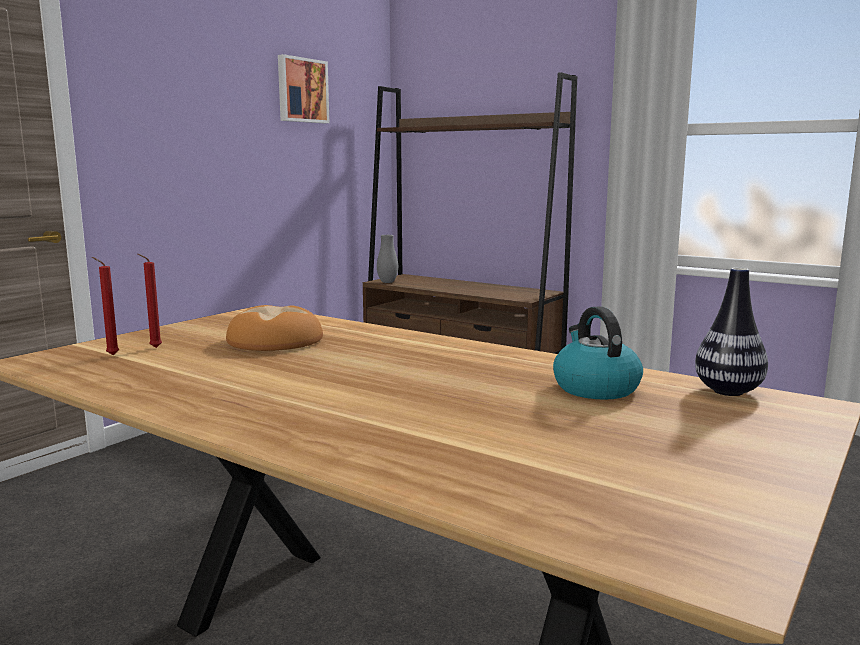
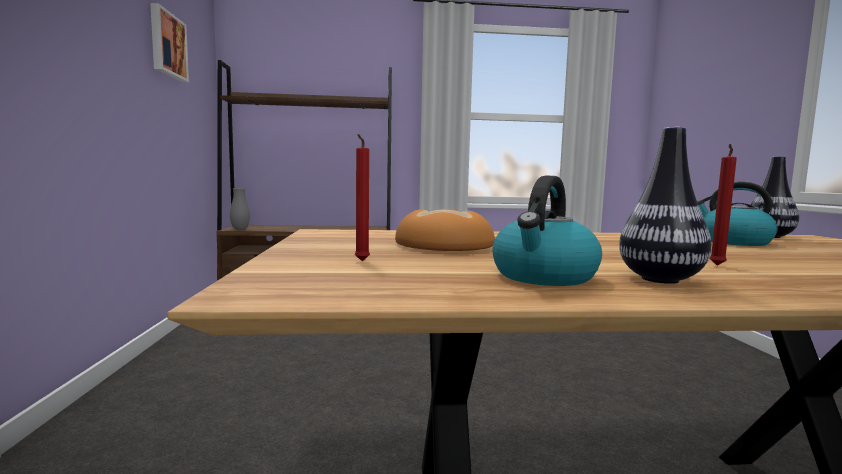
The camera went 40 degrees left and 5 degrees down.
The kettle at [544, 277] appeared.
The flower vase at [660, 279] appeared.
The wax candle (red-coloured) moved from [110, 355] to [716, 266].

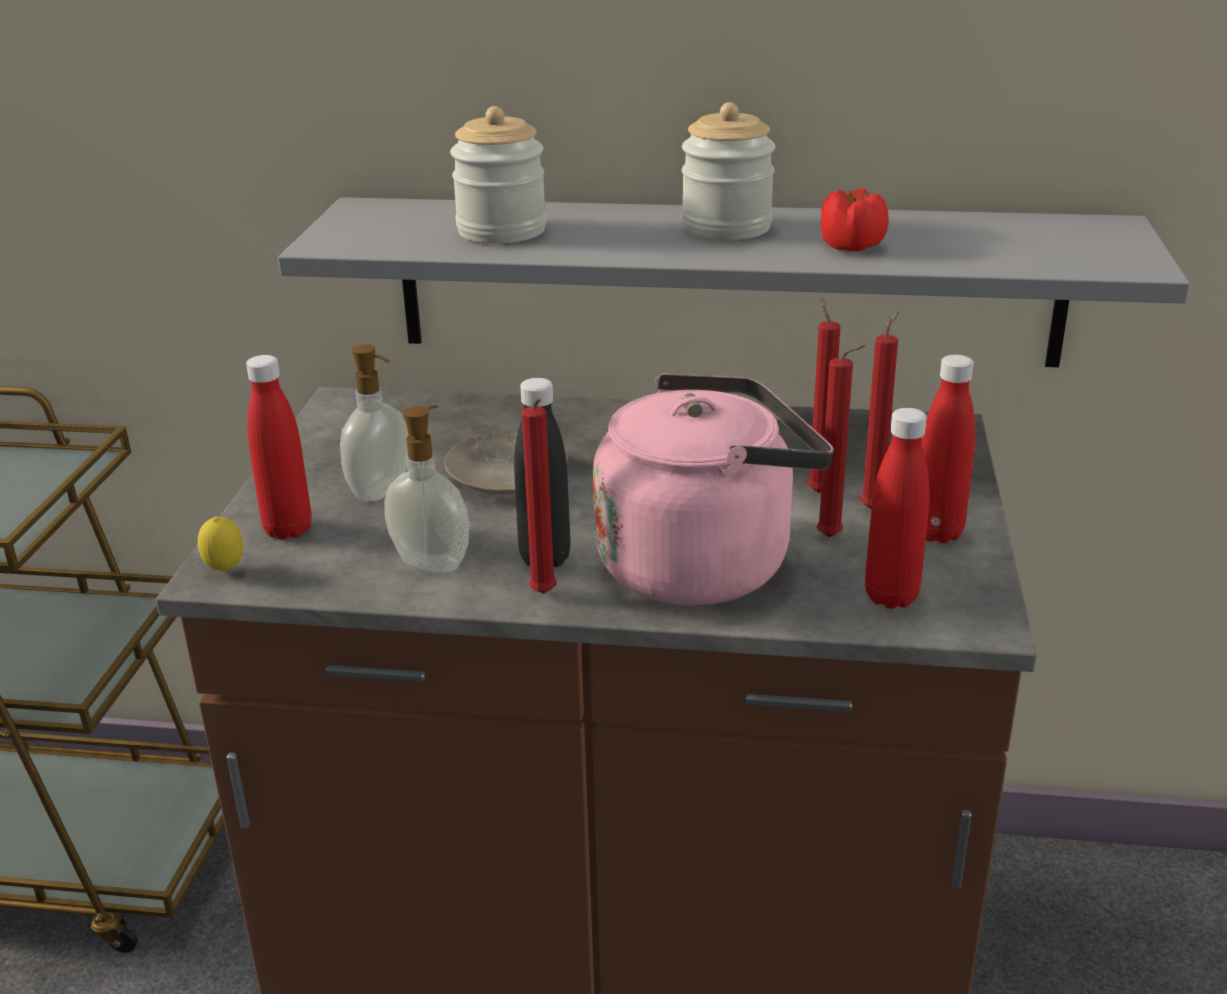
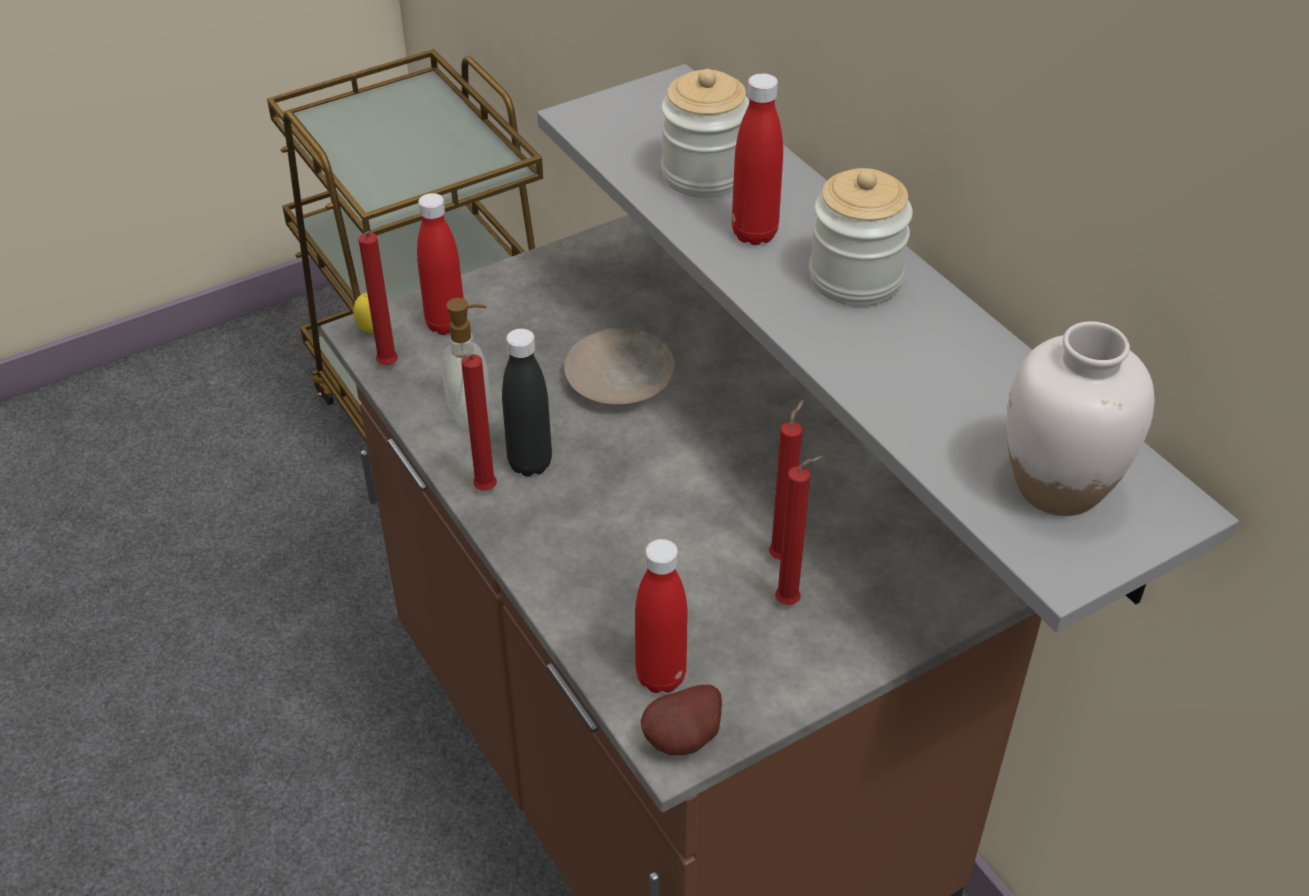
The camera went 50 degrees right and 15 degrees up.
The wax candle (red-coloured) moved from [833, 538] to [387, 367].
The whole potato at [686, 740] appeared.
The beverage bottle (red-coloured) moved from [937, 533] to [754, 234].
The flower vase (whitish) at [1057, 487] appeared.
The soap dispenser at [382, 491] disappeared.
The kettle (pinkish) at [704, 563] disappeared.
The fresh tomato at [850, 246] disappeared.

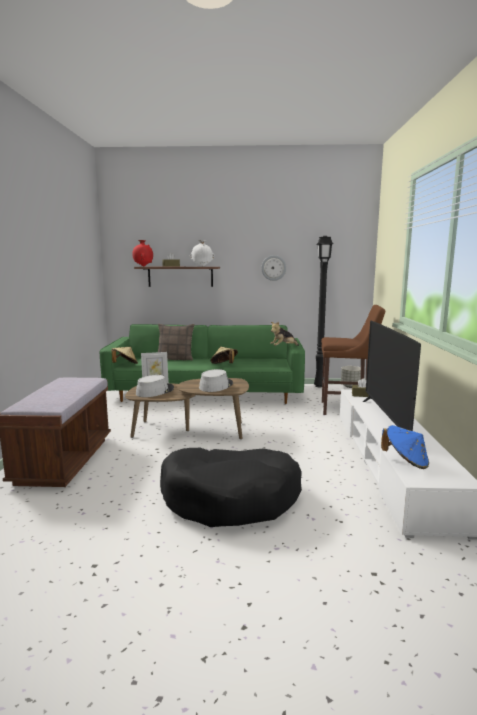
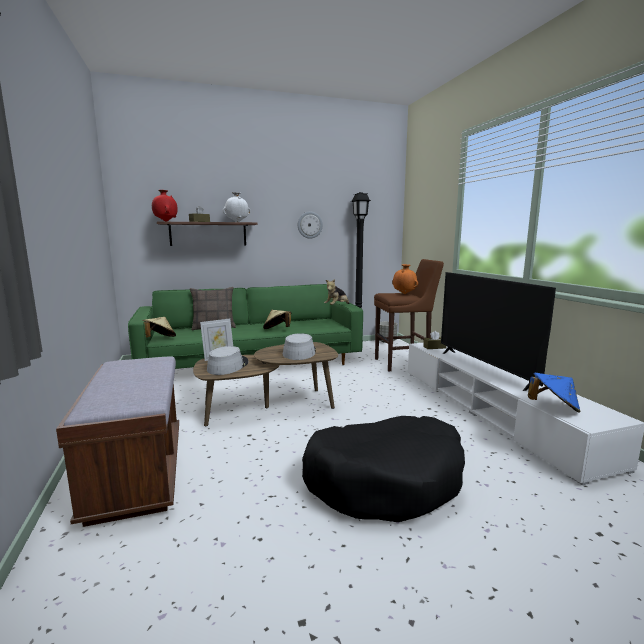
The camera went 20 degrees left and 0 degrees up.
The flower vase (orange) at [404, 294] appeared.

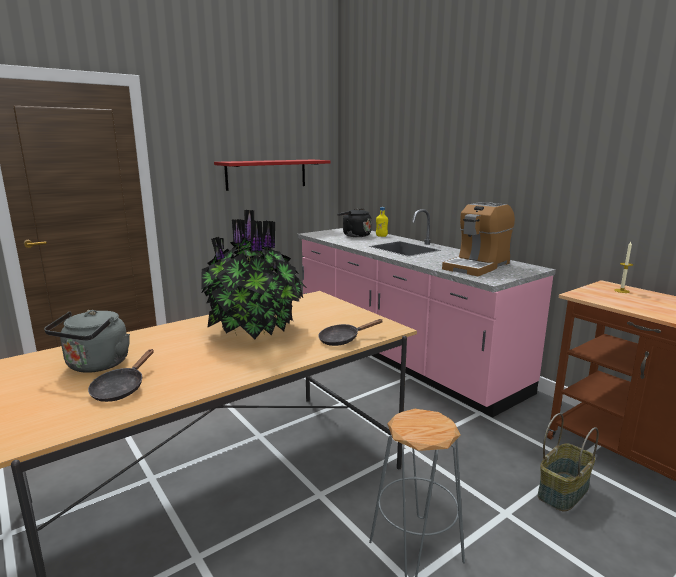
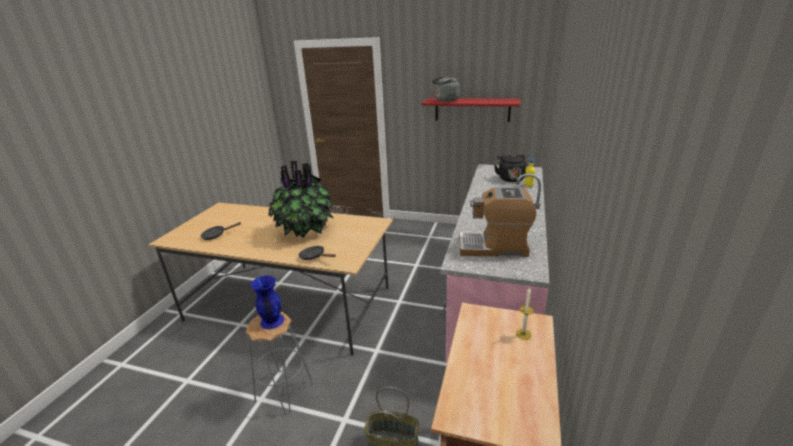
The camera went 55 degrees right and 10 degrees up.
The flower vase (blue-coloured) at [271, 321] appeared.
The kettle (greyish) moved from [96, 366] to [446, 100].

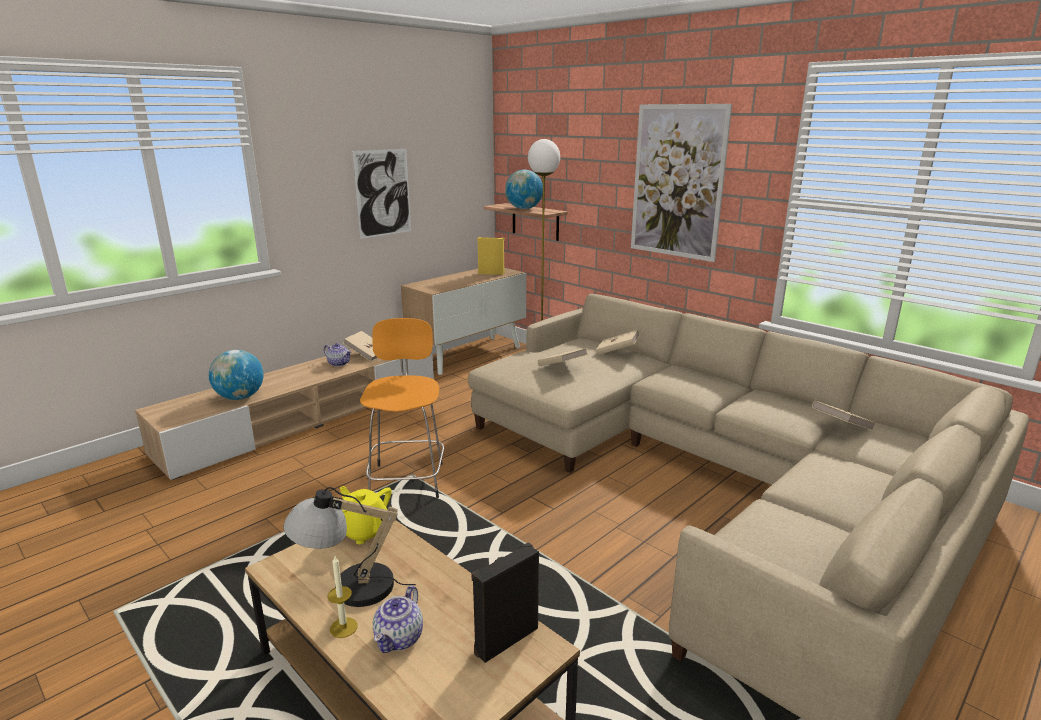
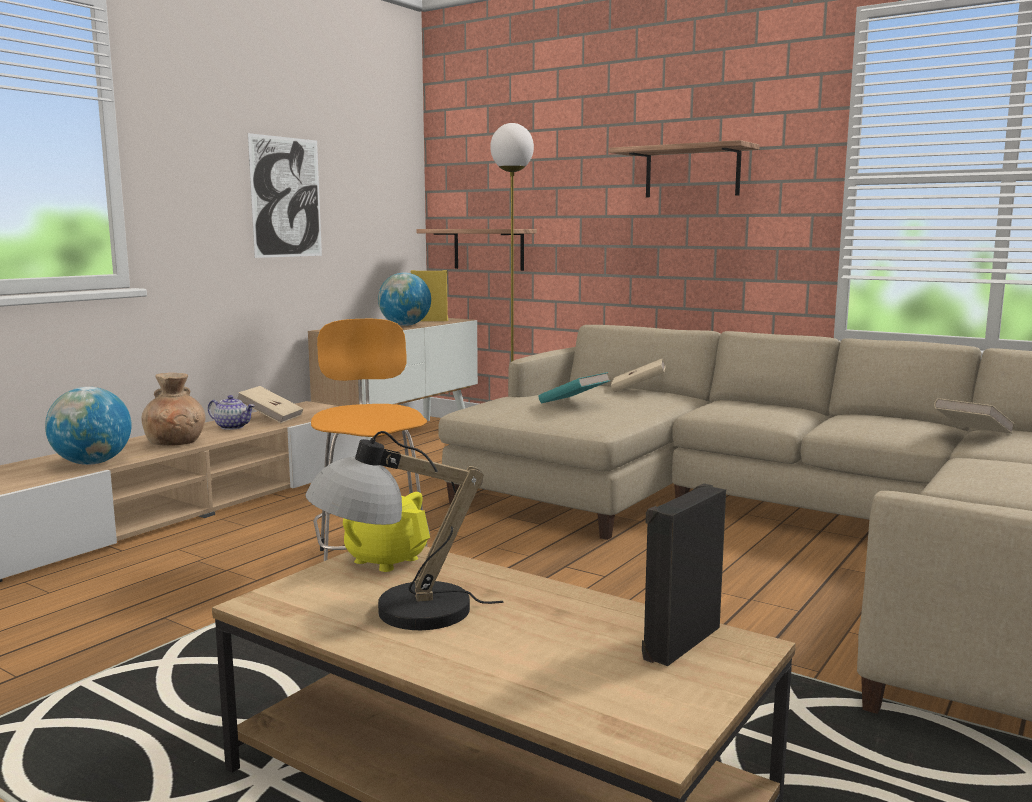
The camera went 10 degrees left and 10 degrees down.
The flower vase (brownish) at [175, 443] appeared.
The desk globe moved from [524, 209] to [405, 325].
The volume (beige) at [562, 367] became the volume (turquoise-coloured) at [573, 403].
The wall art at [677, 182] was replaced by the wall shelf at [692, 172].
The wax candle at [343, 627] disappeared.
The teapot at [399, 639] disappeared.

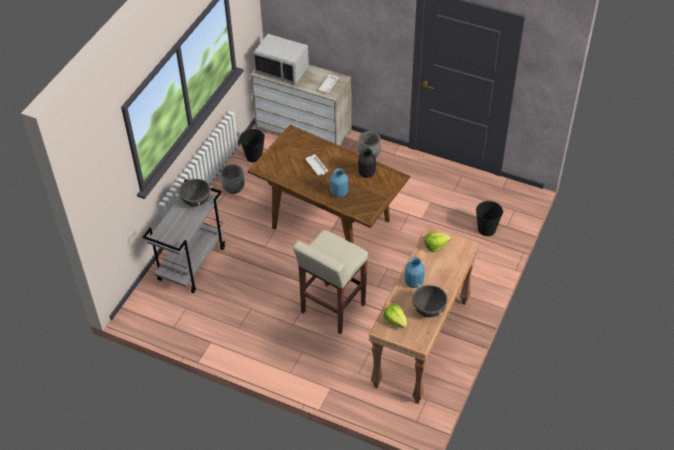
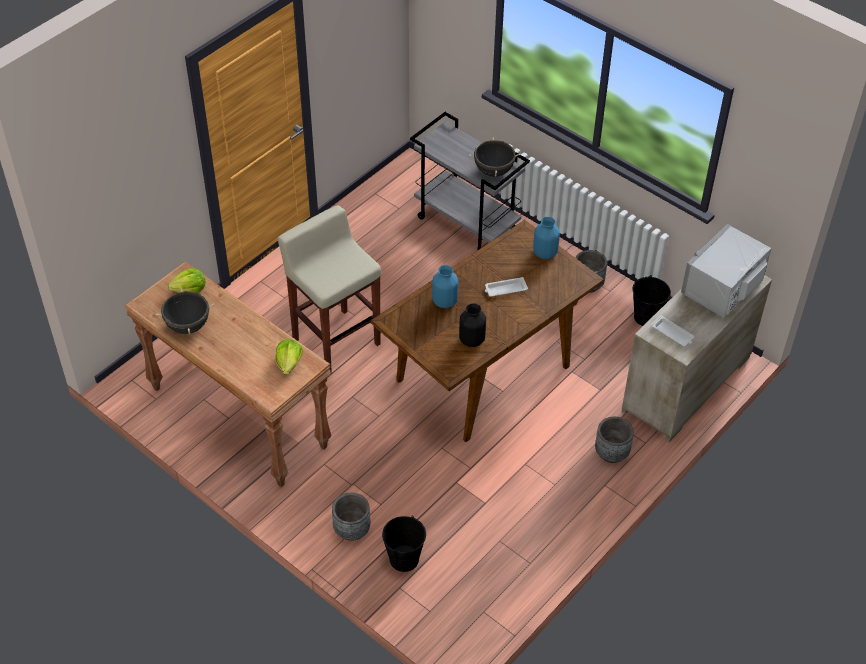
The camera went 105 degrees right and 0 degrees up.
The plant pot (greyish) at [351, 529] appeared.
The flower vase (blue-coloured) moved from [414, 282] to [544, 253].

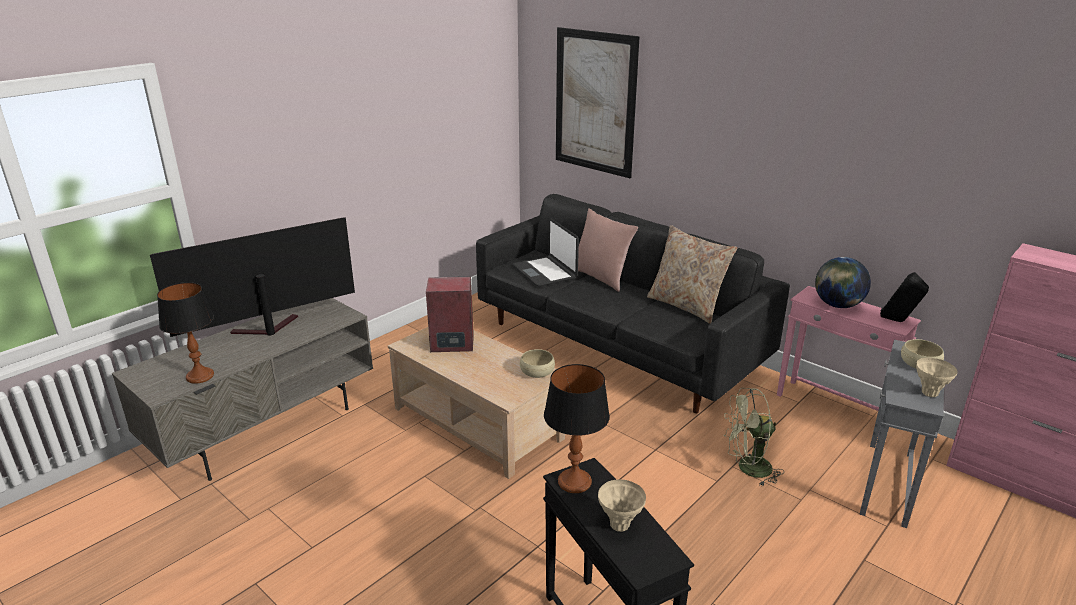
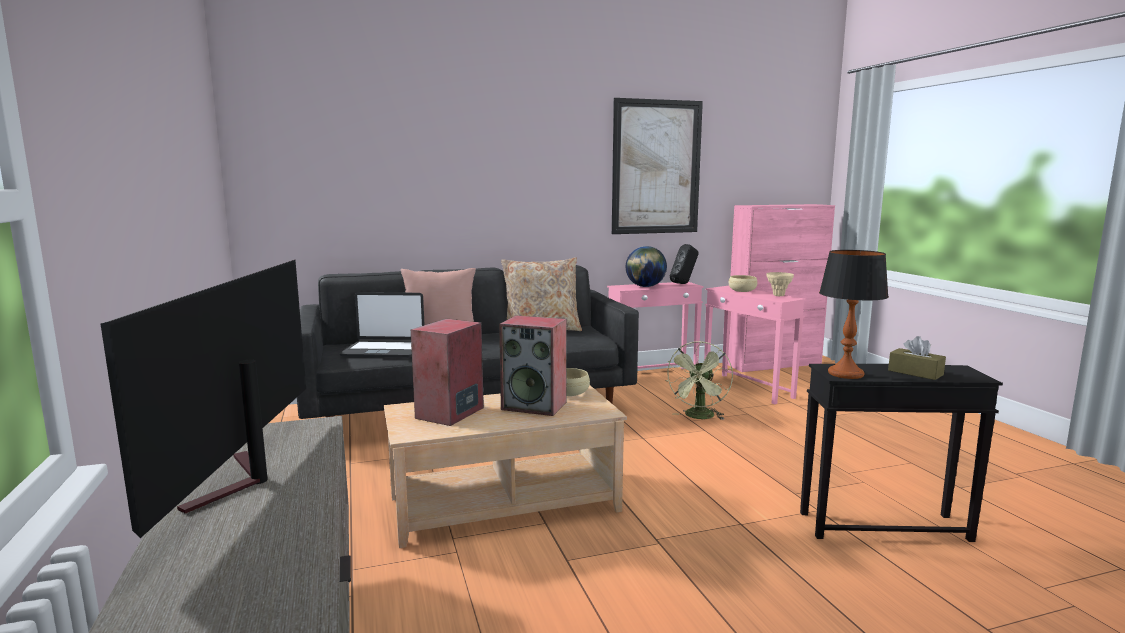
The camera went 60 degrees left and 15 degrees down.
The speaker at [535, 405] appeared.
The wall art moved from [594, 102] to [656, 167].
The end table (greyish) at [886, 483] became the end table (pinkish) at [747, 389].
The flower vase (beige) at [620, 526] was replaced by the box of tissues (brownish) at [915, 373].
The lamp for a table at [199, 376] disappeared.

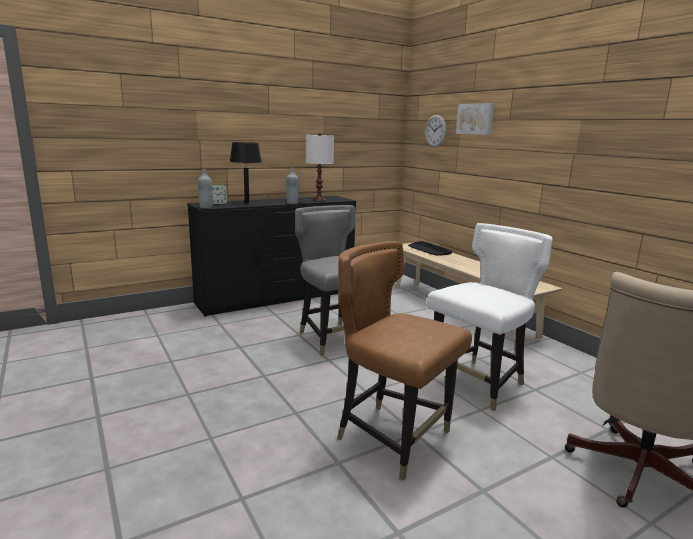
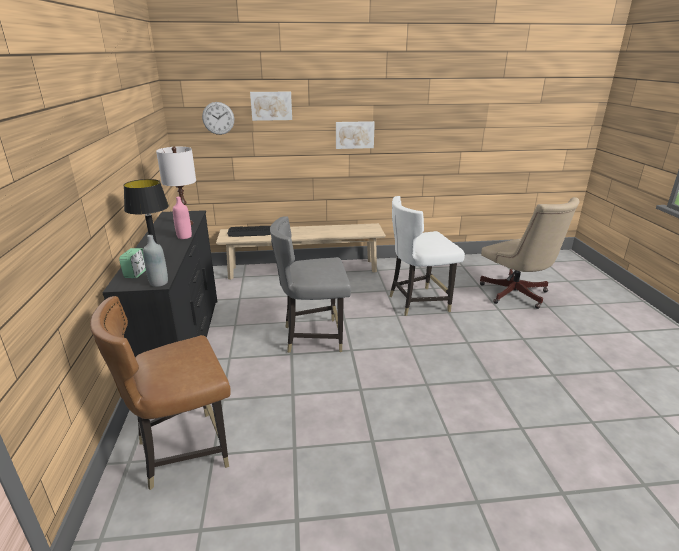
The camera went 65 degrees left and 10 degrees up.
The chair (brownish) moved from [393, 438] to [183, 450].
The beverage bottle (greyish) at [292, 202] became the beverage bottle (pinkish) at [184, 236].
The wall art at [354, 134] appeared.
The chair (whitish) at [478, 383] turned 90 degrees counterclockwise.

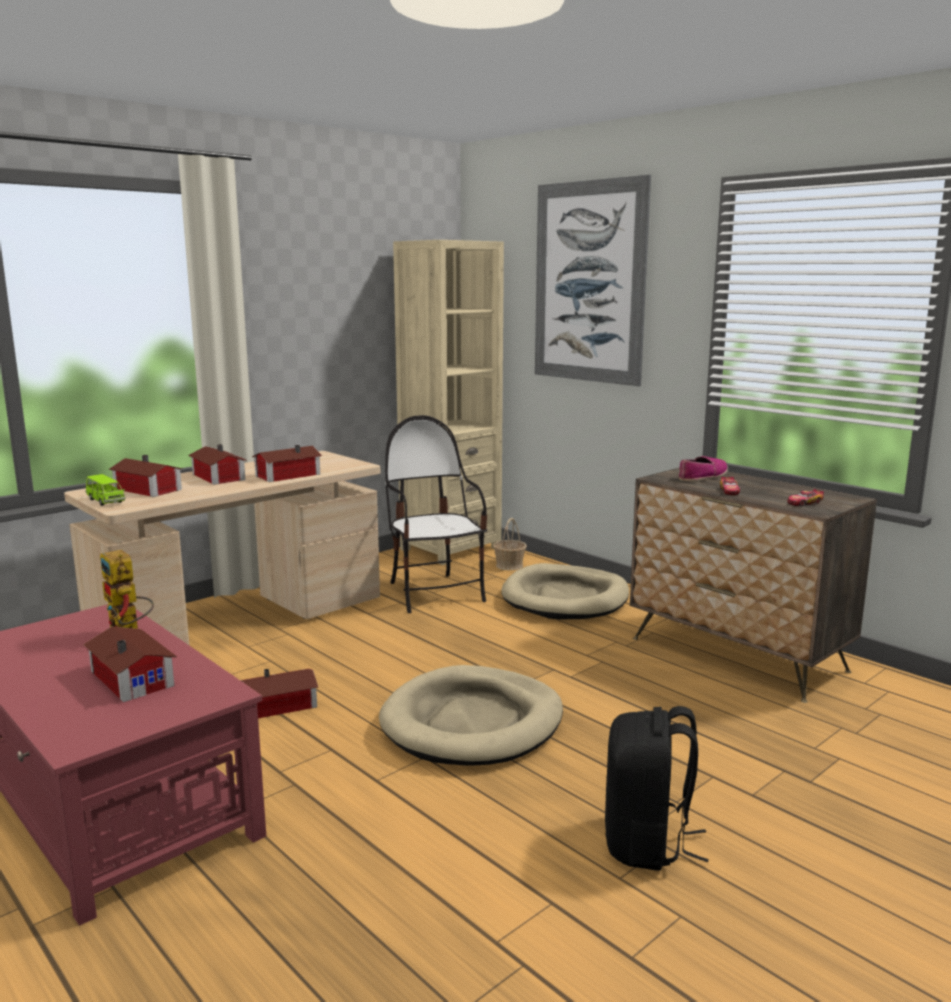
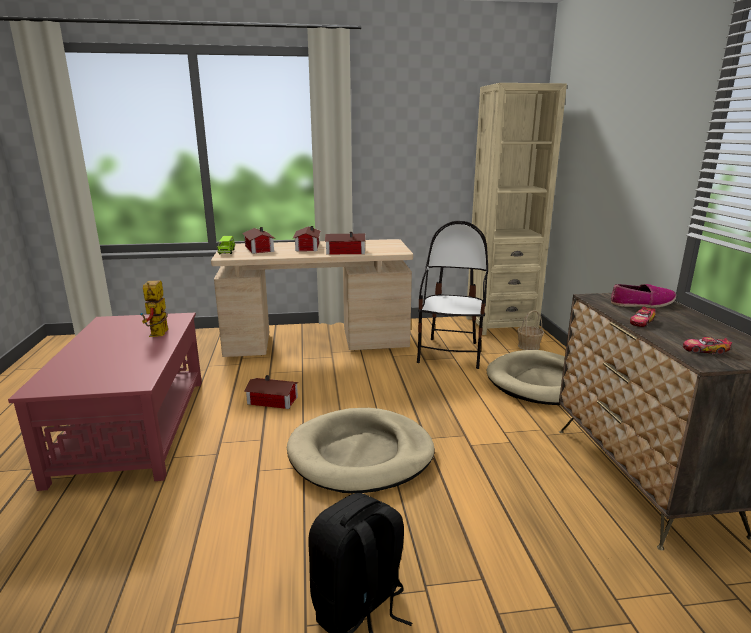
The camera went 35 degrees right and 5 degrees up.
The miniature house at [133, 677] disappeared.
The wall art at [589, 282] disappeared.

